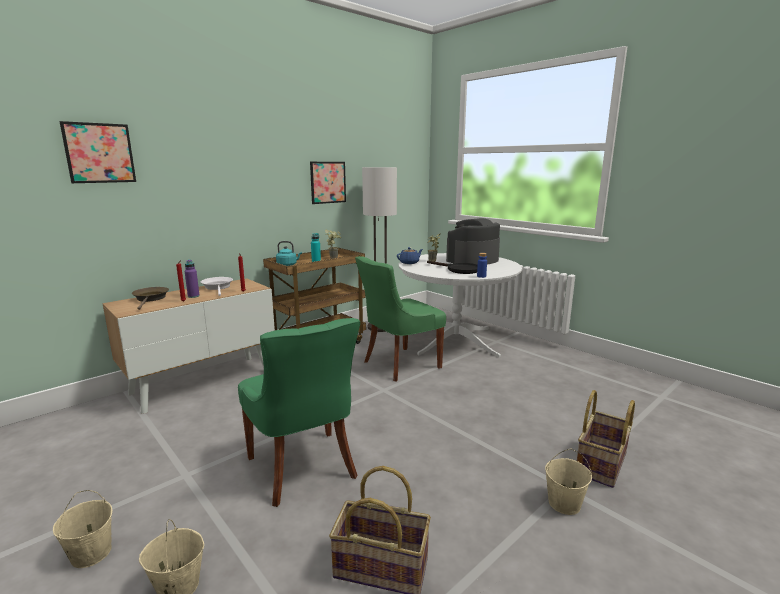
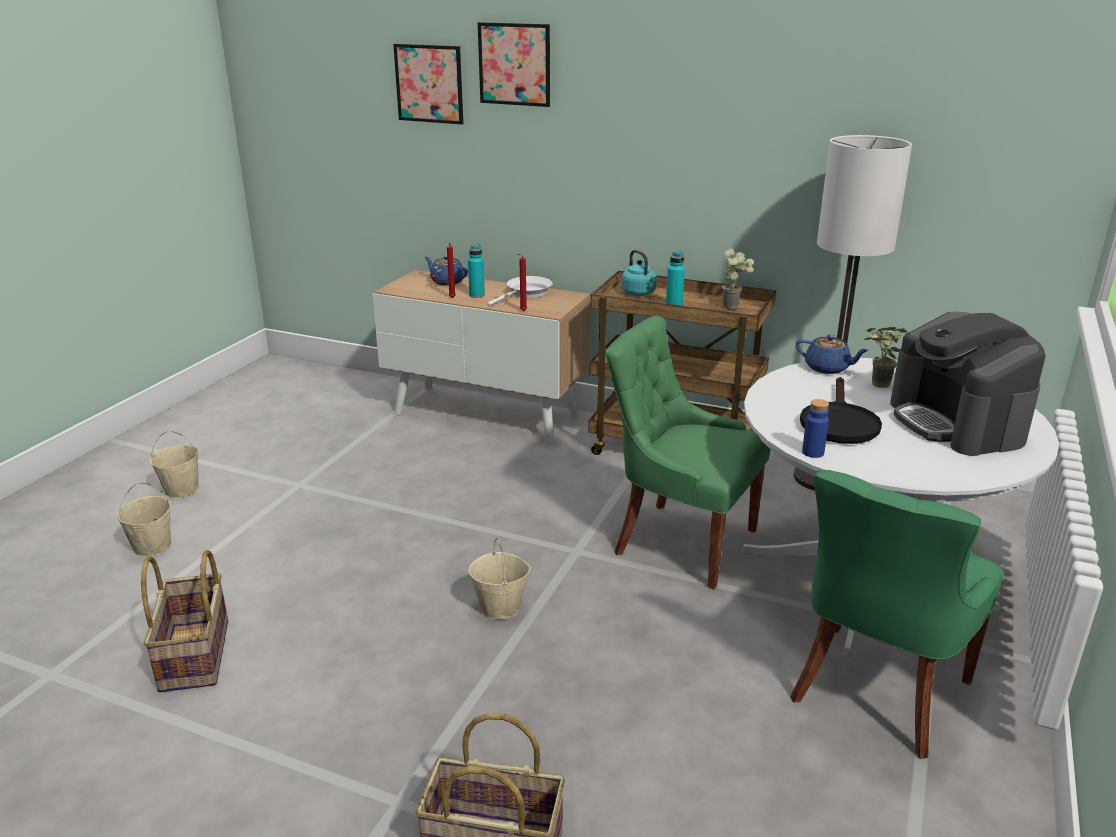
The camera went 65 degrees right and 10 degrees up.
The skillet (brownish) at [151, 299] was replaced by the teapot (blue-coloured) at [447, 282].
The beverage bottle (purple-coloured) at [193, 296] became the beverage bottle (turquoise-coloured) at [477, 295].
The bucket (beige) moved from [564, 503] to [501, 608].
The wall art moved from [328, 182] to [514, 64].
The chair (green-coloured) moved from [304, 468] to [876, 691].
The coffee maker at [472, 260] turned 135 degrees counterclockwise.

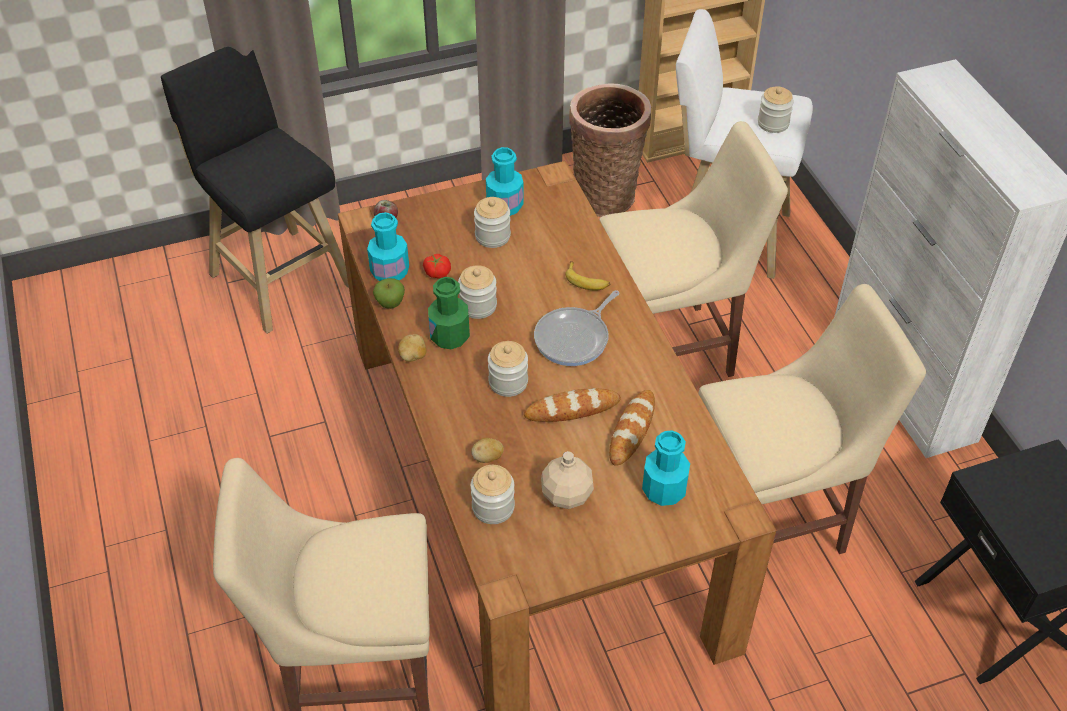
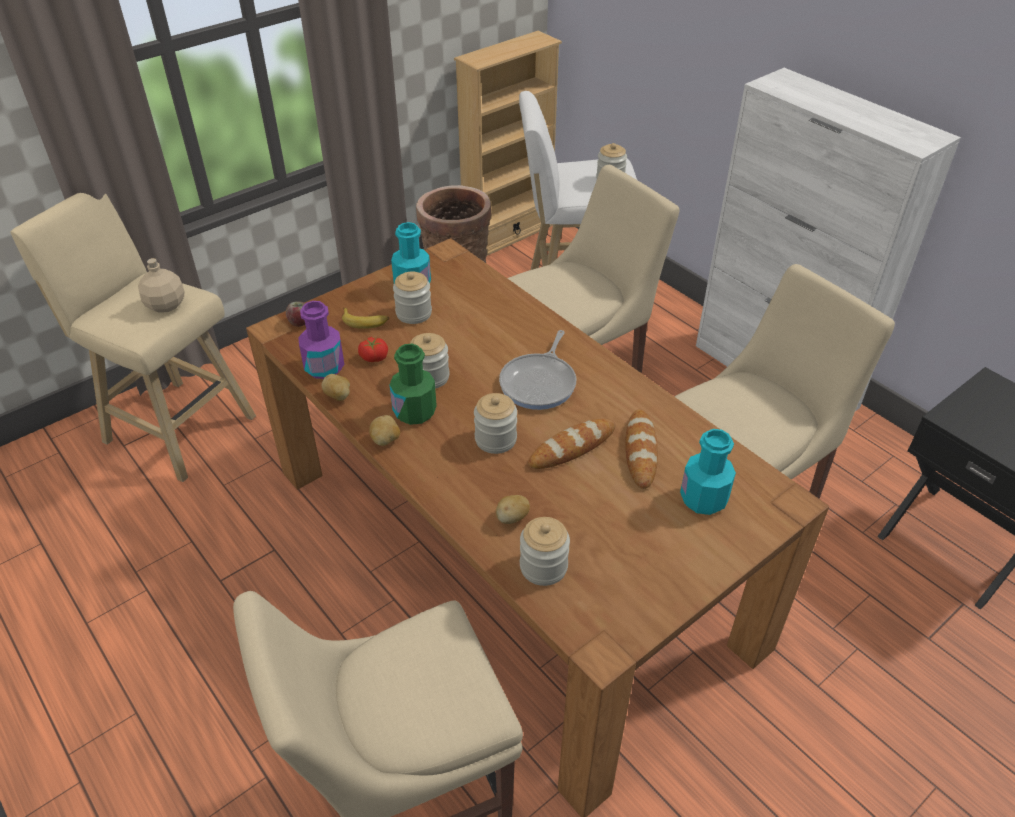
The camera went 20 degrees left and 5 degrees down.
The stool (blackish) at [278, 276] became the stool (beige) at [175, 426].
The beverage bottle (beige) moved from [566, 496] to [166, 305].
The beverage bottle (turquoise-coloured) at [390, 271] became the beverage bottle (purple-coloured) at [324, 367].
The apple fruit at [390, 304] was replaced by the whole potato at [338, 396].
The whole banana moved from [587, 281] to [365, 321].

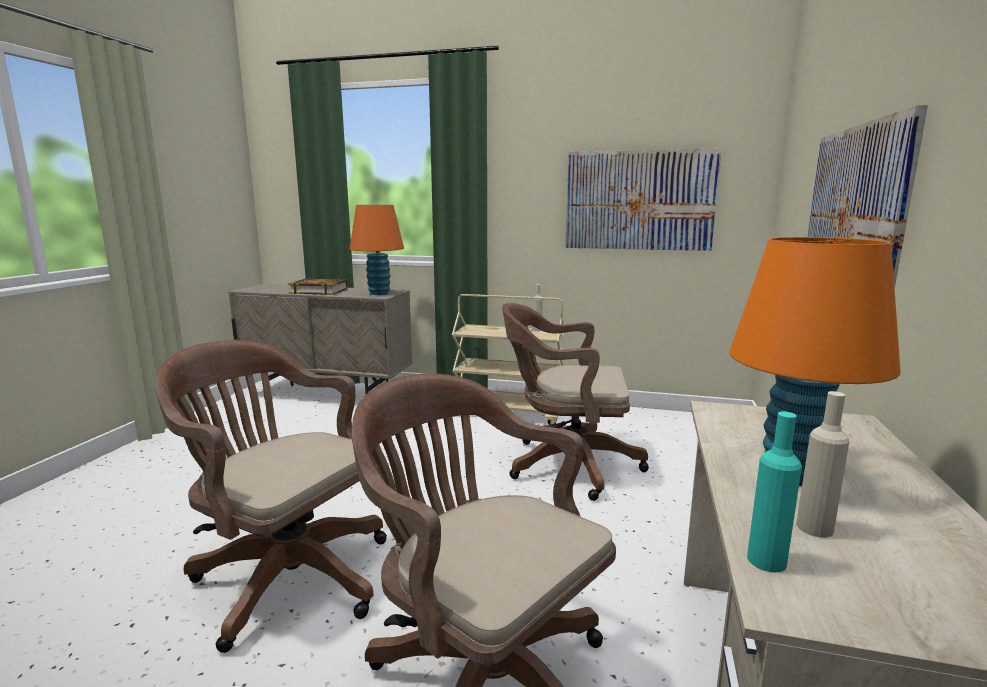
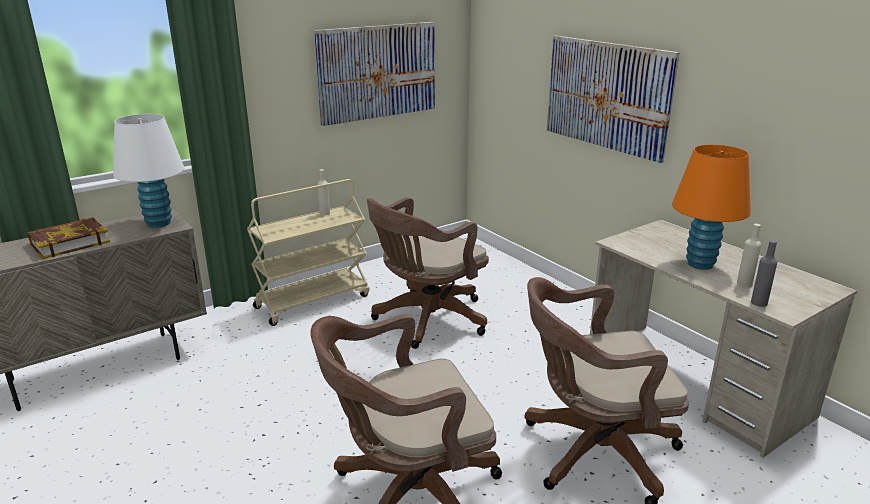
The camera went 50 degrees left and 10 degrees up.
The lamp for a table (orange) at [379, 293] became the lamp for a table (whitish) at [158, 223].
The beverage bottle (turquoise-coloured) at [766, 560] became the beverage bottle (greyish) at [759, 303].

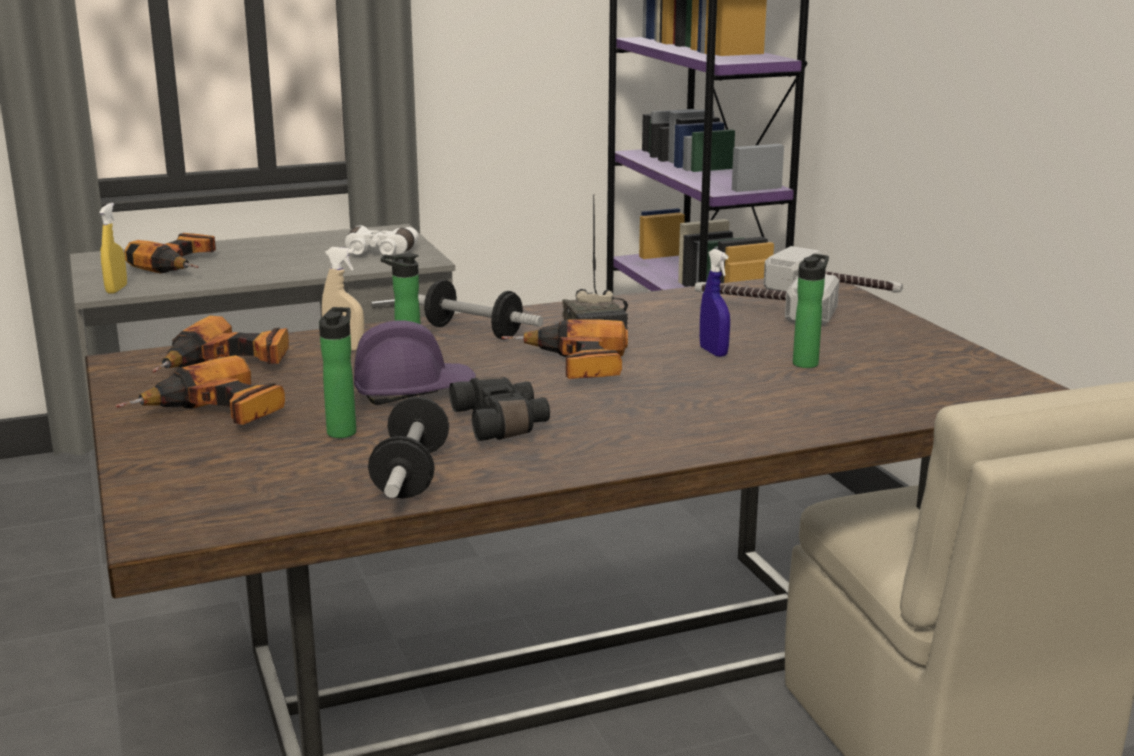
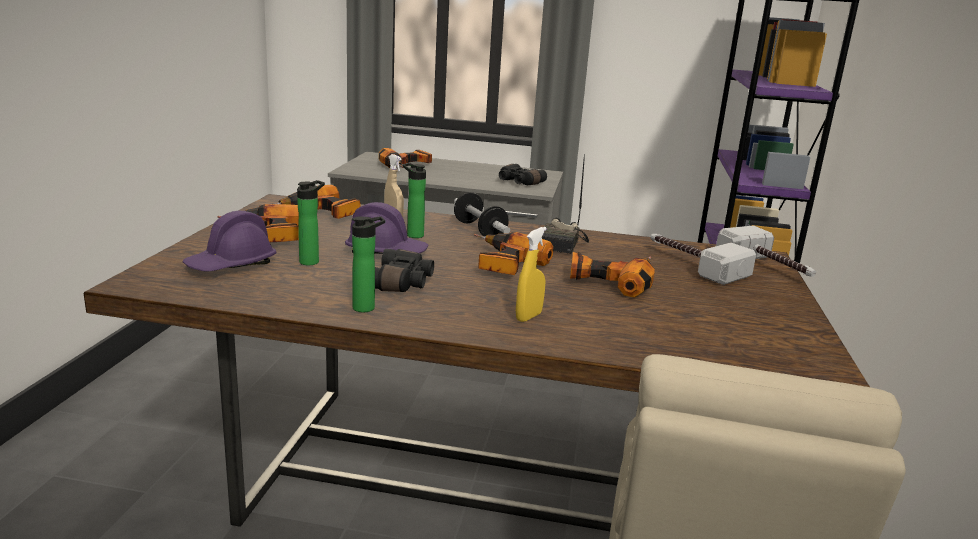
The camera went 30 degrees right and 0 degrees up.
The work helmet (purple-coloured) at [231, 265] appeared.
The beverage bottle moved from [807, 362] to [367, 307].
The field glasses (whitish) at [378, 253] became the field glasses (blackish) at [518, 182].
The spray bottle (yellowish) moved from [116, 289] to [528, 317].
The spray bottle (blue-coloured) at [713, 352] was replaced by the electric drill at [610, 280].
The hand weight at [411, 475] disappeared.

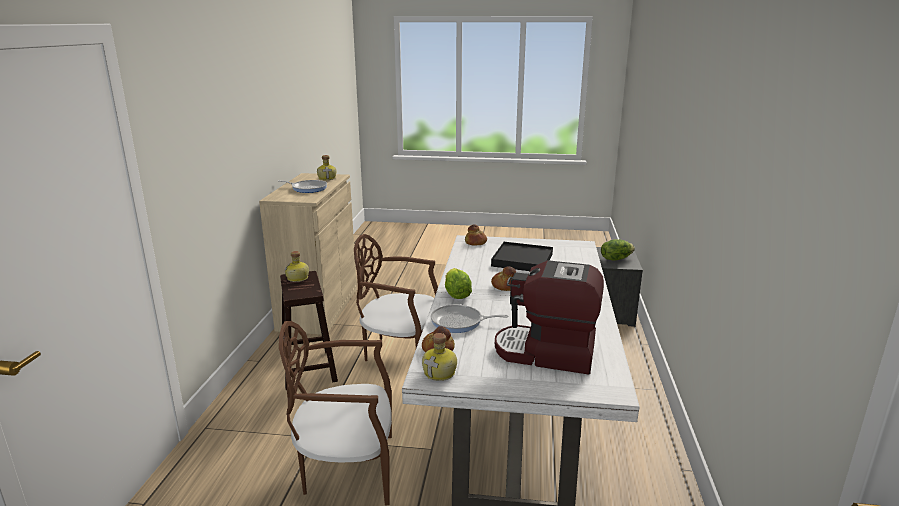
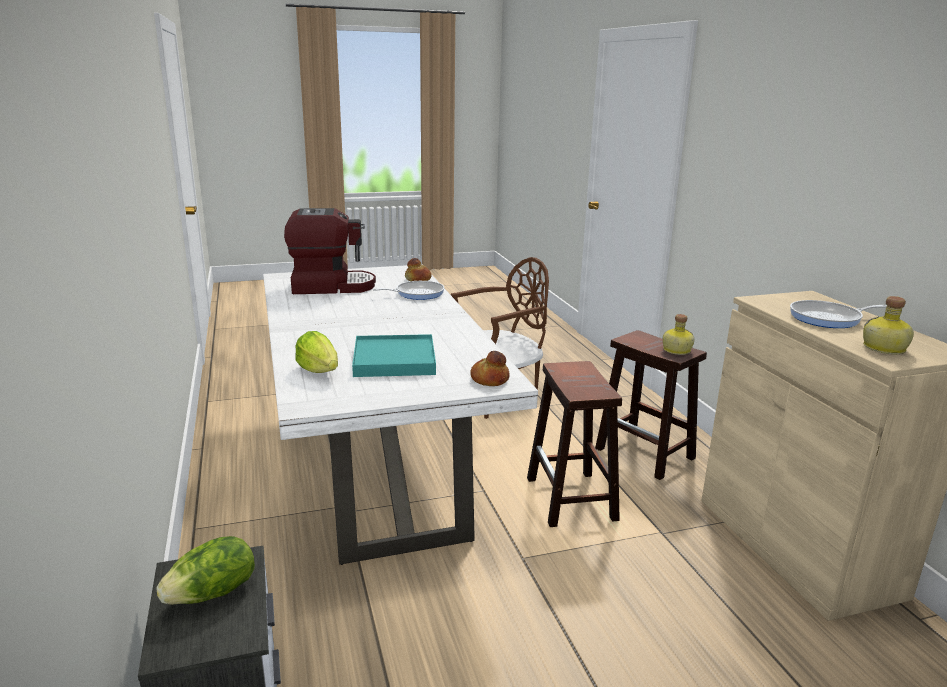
The camera went 155 degrees right and 0 degrees up.
The lettuce head moved from [456, 294] to [319, 370].
The carrying tray (blackish) at [522, 260] became the carrying tray (turquoise-coloured) at [394, 360].
The chair (brownish) at [400, 352] was replaced by the stool (brownish) at [571, 499].
The beverage bottle at [440, 373] disappeared.
The baked bread at [504, 286] disappeared.

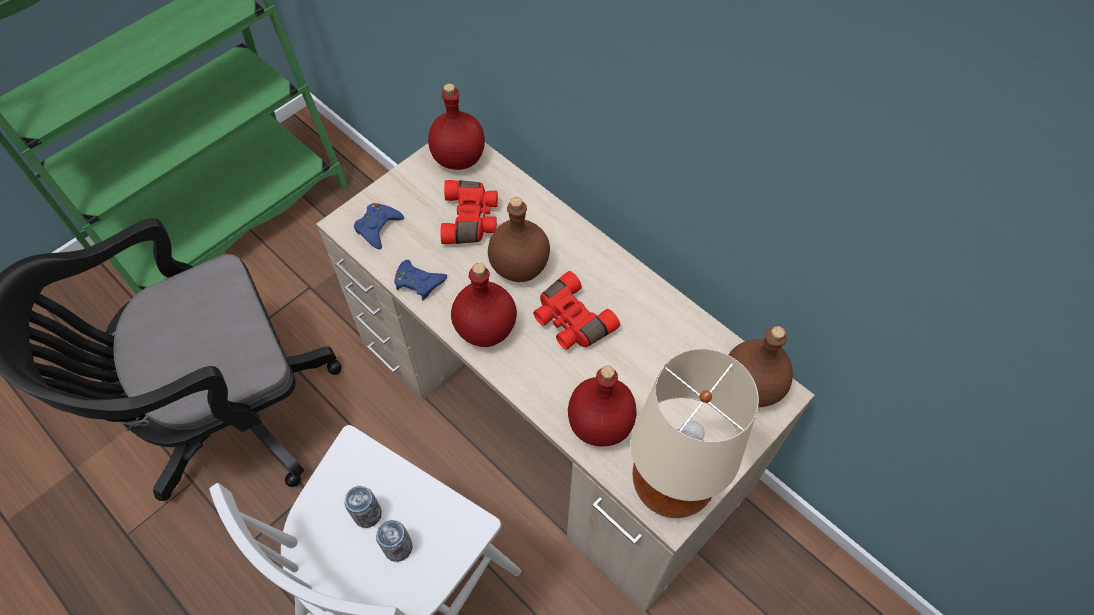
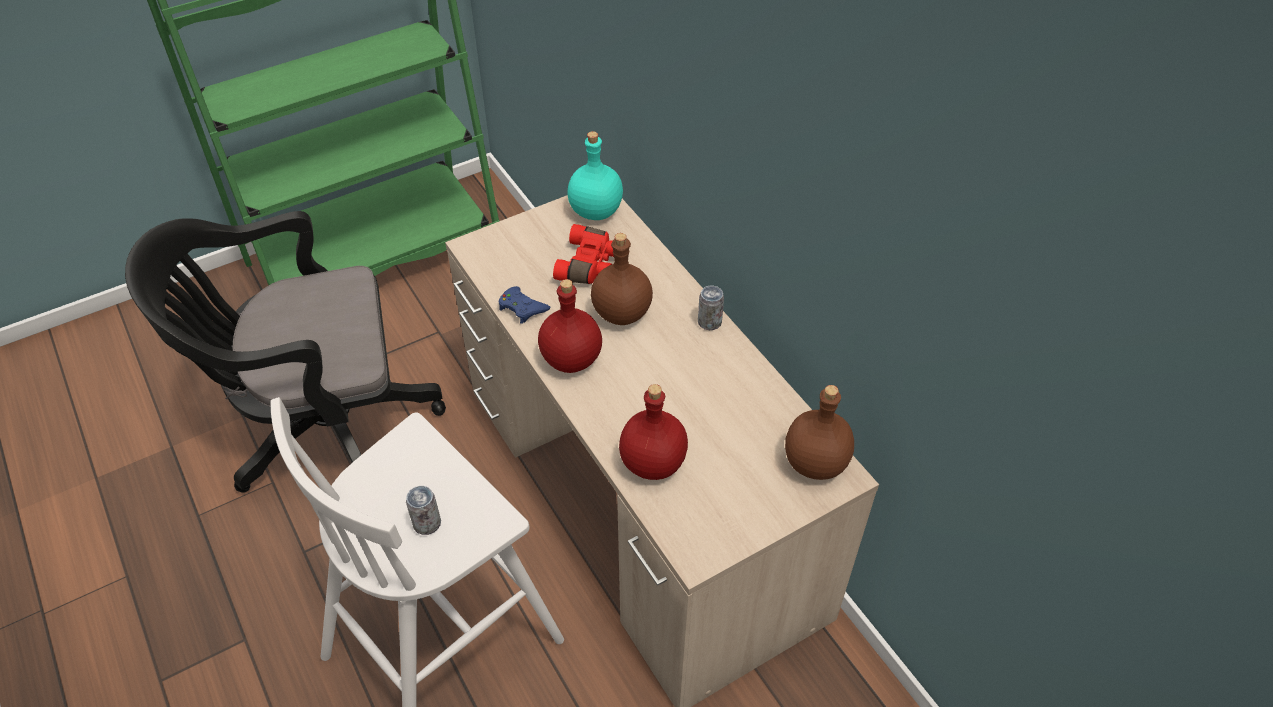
The camera went 15 degrees right and 10 degrees down.
The beverage bottle (red-coloured) at [458, 157] became the beverage bottle (turquoise-coloured) at [595, 210].
The can moved from [367, 514] to [709, 322].
The joypad (blue-coloured) at [378, 227] disappeared.
The field glasses (red-coloured) at [570, 321] disappeared.
The lamp for a table (beige) at [669, 486] disappeared.

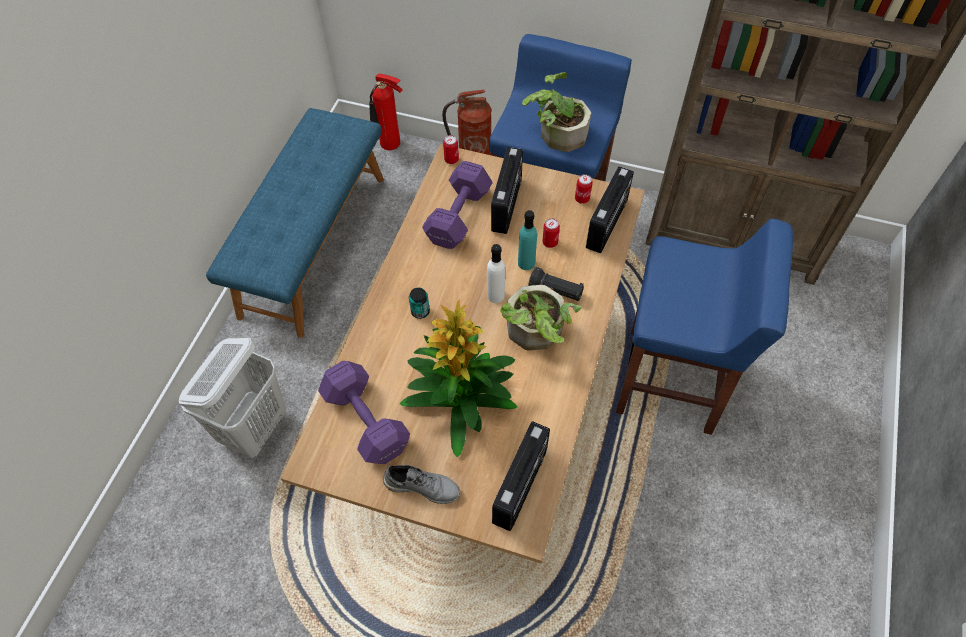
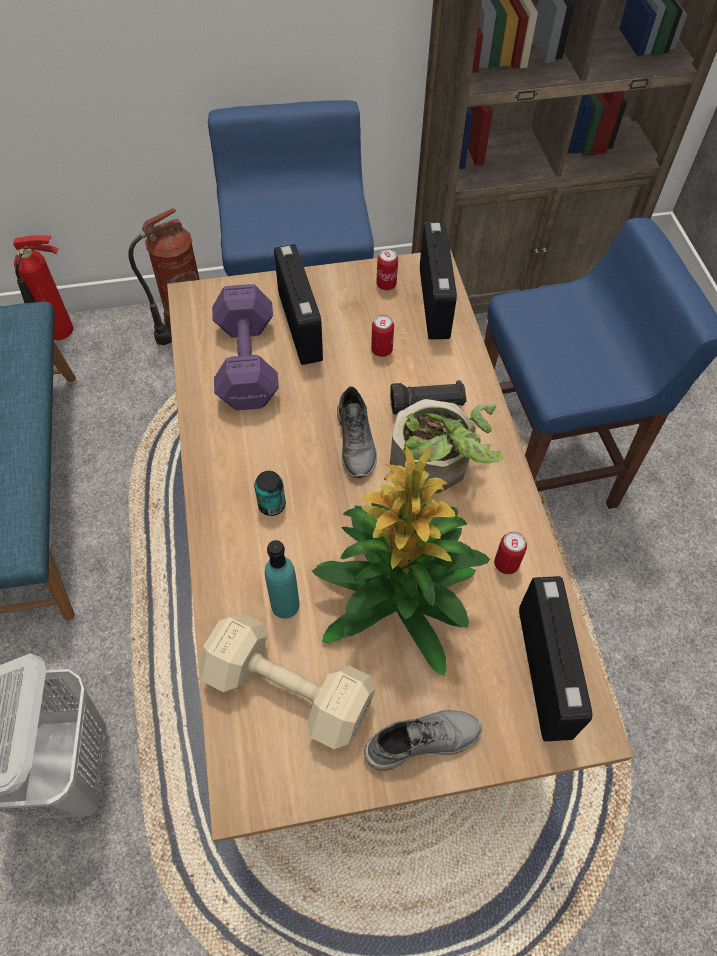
The camera went 30 degrees left and 0 degrees up.
The hand weight (purple-coloured) at [365, 418] became the hand weight (beige) at [286, 686].
The beverage bottle (turquoise-coloured) moved from [526, 263] to [285, 605].
The beverage bottle (whitish) at [495, 295] was replaced by the shoe (greyish) at [356, 442].
The can moved from [451, 160] to [506, 564].
The potted plant at [557, 134] disappeared.

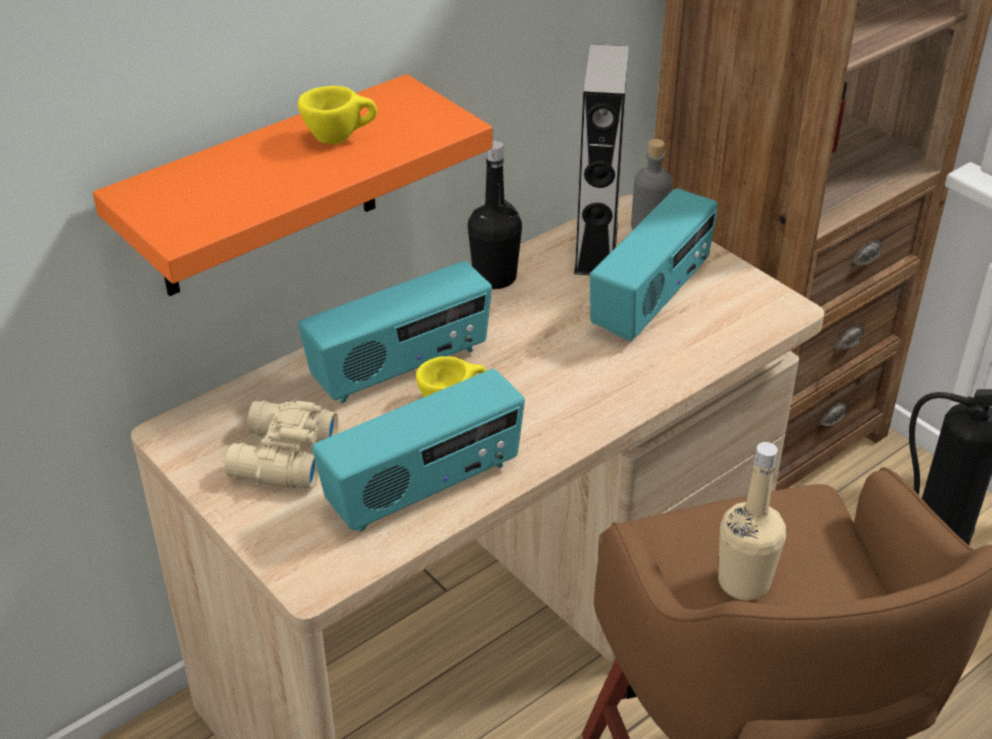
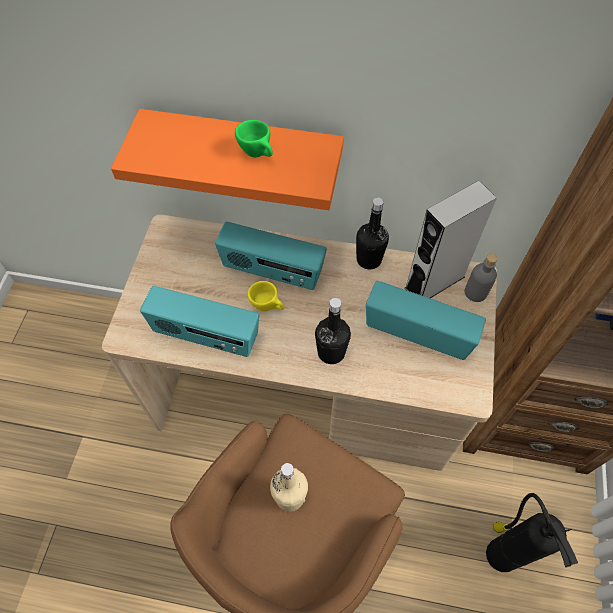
The camera went 50 degrees right and 20 degrees up.
The small cup (yellowish) at [340, 138] became the small cup (green-coloured) at [258, 154].
The beverage bottle (blackish) at [331, 352] appeared.
The radio at [652, 300] turned 150 degrees counterclockwise.
The field glasses (beige) at [281, 458] disappeared.

